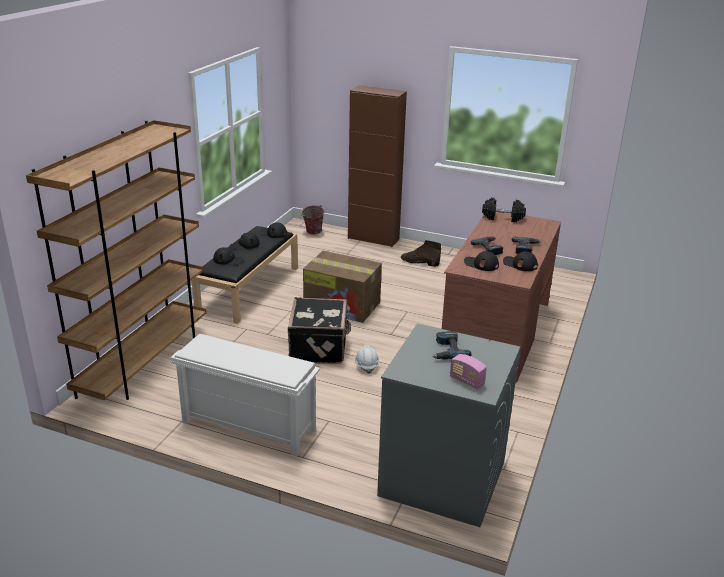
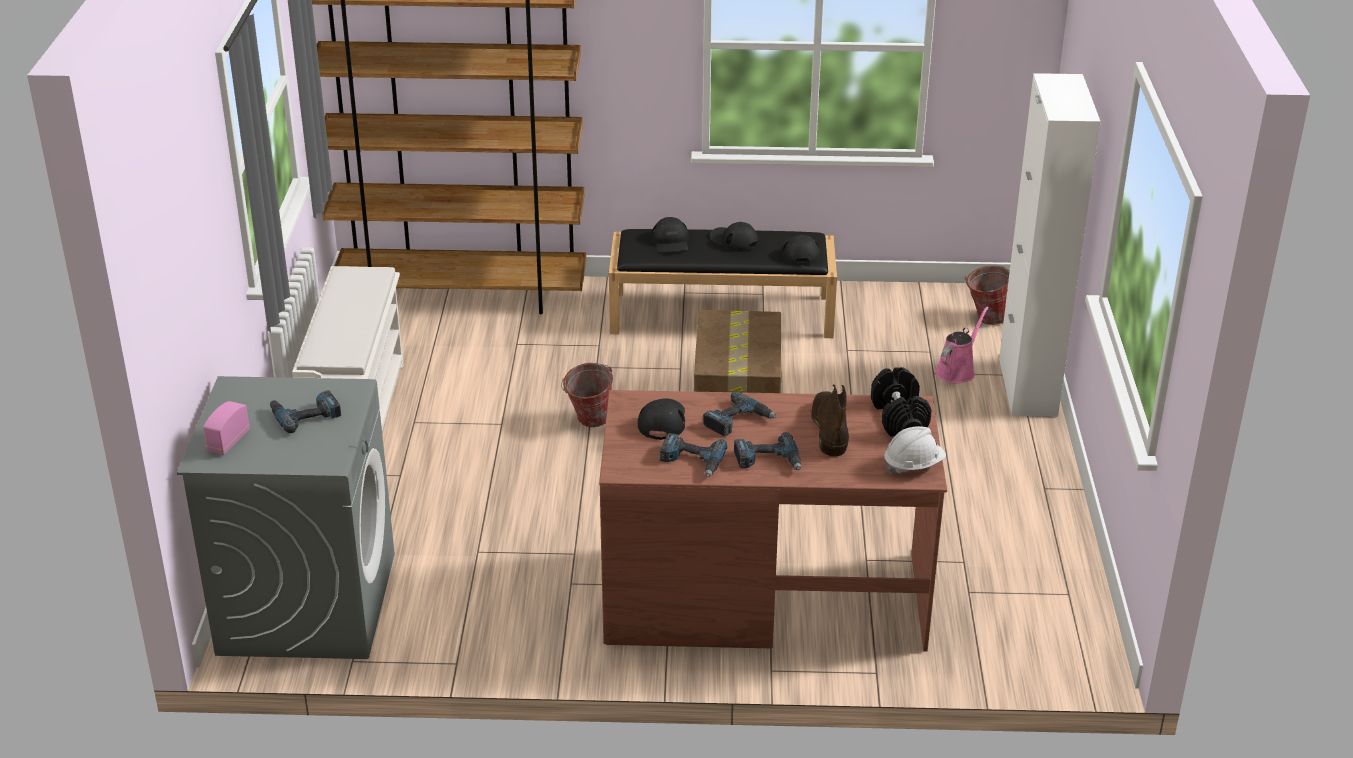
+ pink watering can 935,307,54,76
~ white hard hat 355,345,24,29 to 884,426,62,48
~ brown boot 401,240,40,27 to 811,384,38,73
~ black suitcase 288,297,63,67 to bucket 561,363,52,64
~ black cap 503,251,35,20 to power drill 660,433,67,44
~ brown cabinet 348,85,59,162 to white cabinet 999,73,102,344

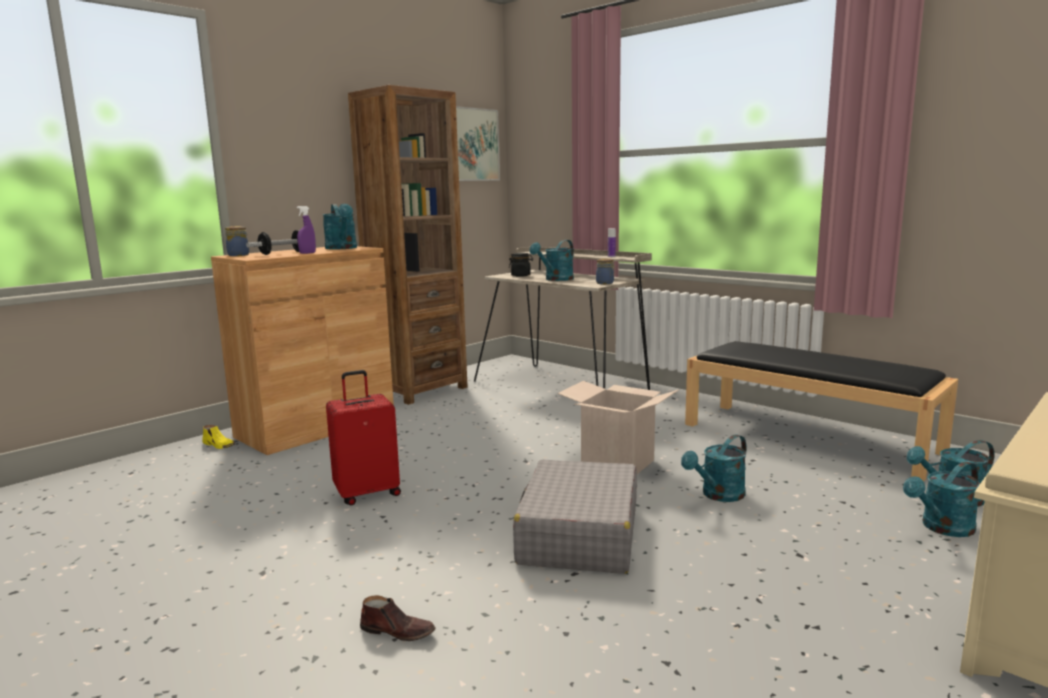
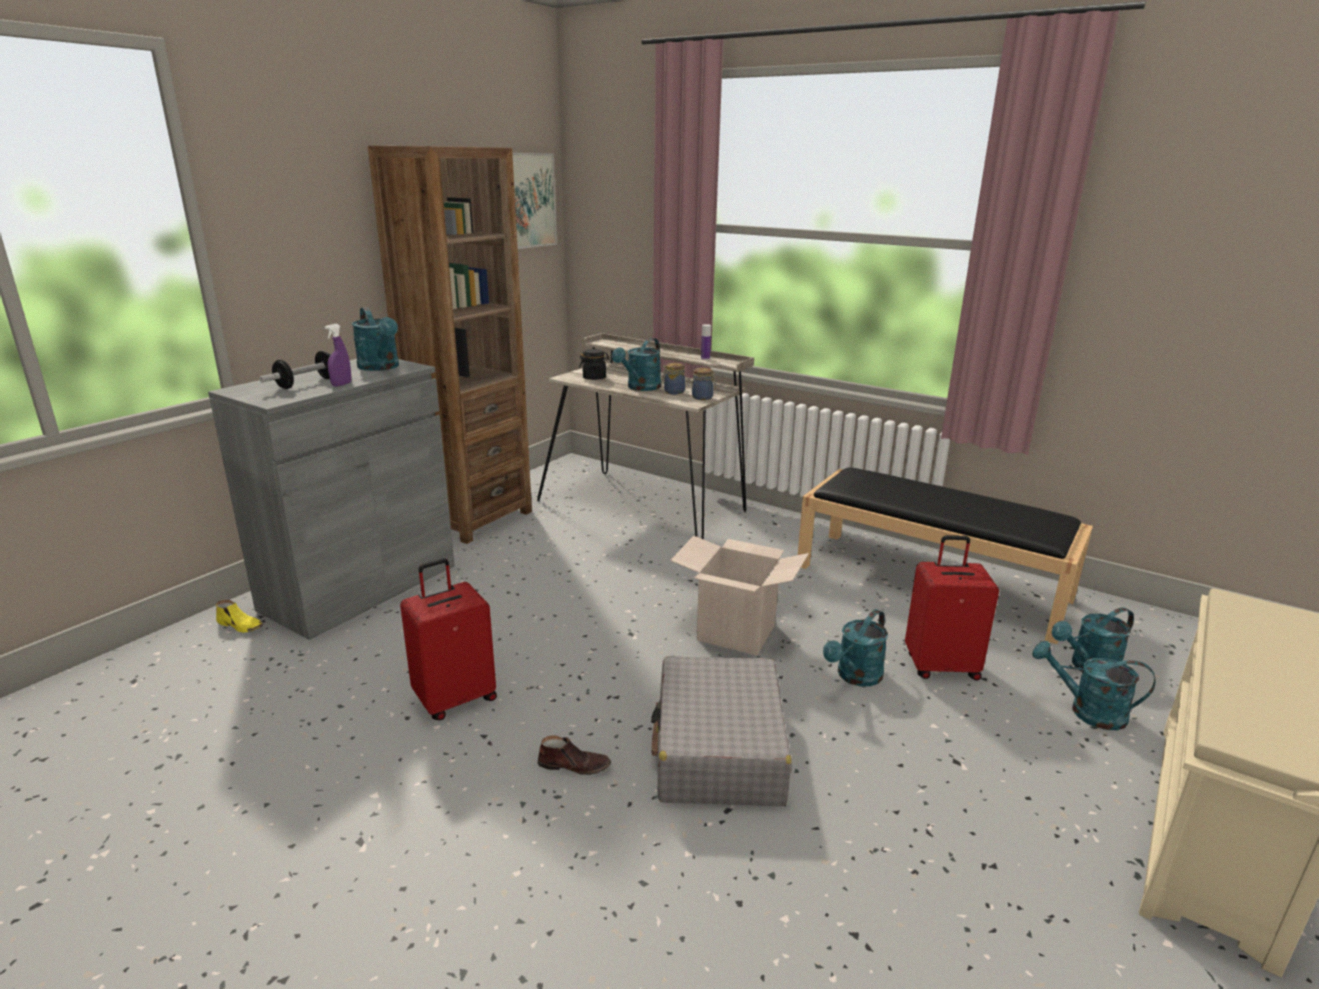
+ red suitcase 905,535,94,145
~ jar 225,226,24,30 to 662,363,23,31
~ brown shoe 360,595,76,46 to 538,735,73,40
~ brown cabinet 211,246,183,209 to grey cabinet 208,359,247,281
~ turquoise watering can 903,461,77,76 = 1032,641,123,89 60 degrees clockwise

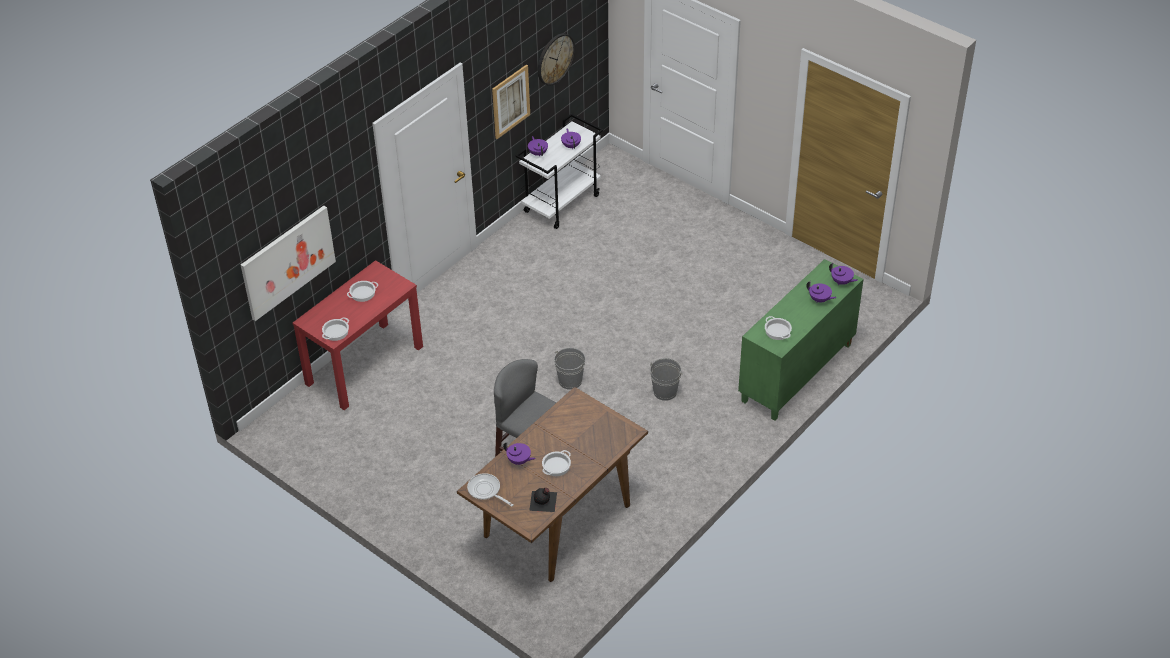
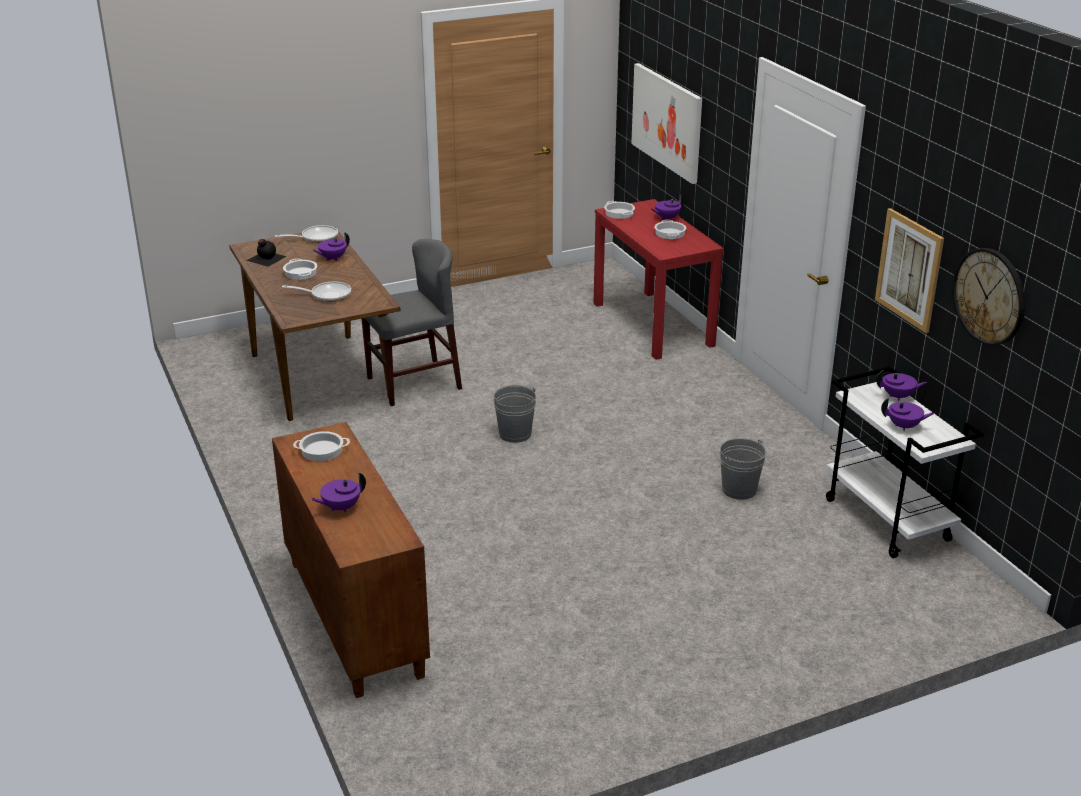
+ frying pan 282,281,69,21
~ grey bucket 650,358,33,43 to 720,438,46,62
~ purple teapot 829,263,29,22 to 651,194,33,26
~ green cabinet 738,259,126,162 to brown cabinet 272,422,158,276

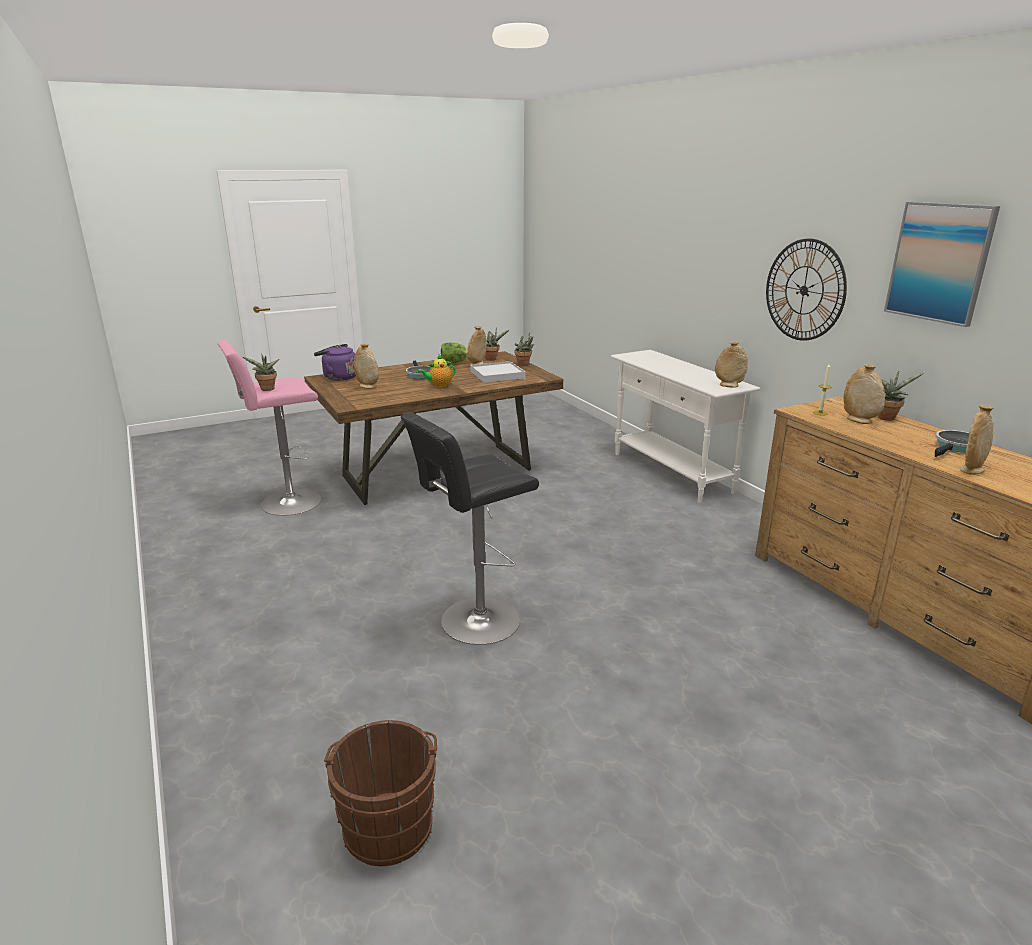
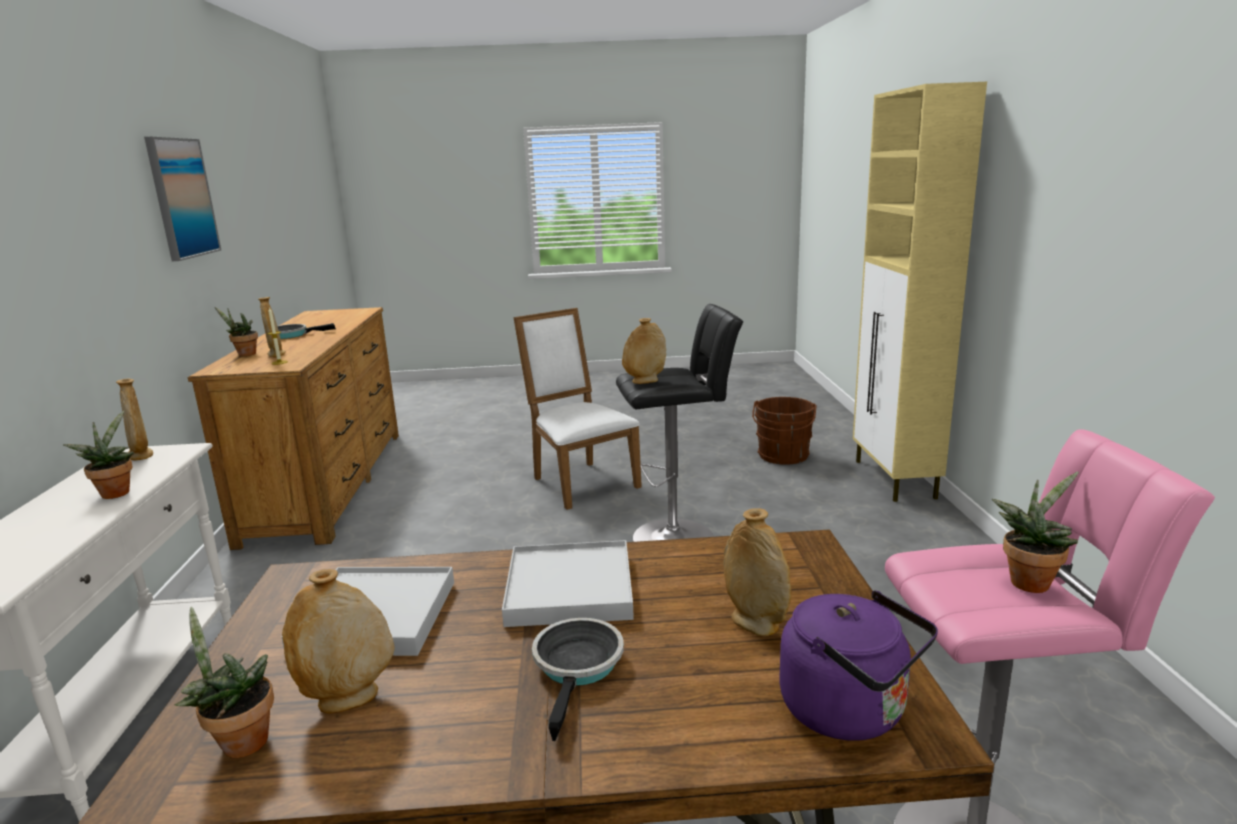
- lettuce 441,342,27,22
- wall clock 766,238,81,103
+ white chair 514,308,128,202
+ beige cabinet 853,82,134,420
~ potted plant 515,333,20,33 to 63,411,71,88
~ beige vase 960,405,34,70 to 622,318,44,66
~ teapot 417,354,39,34 to white tray 502,540,132,87

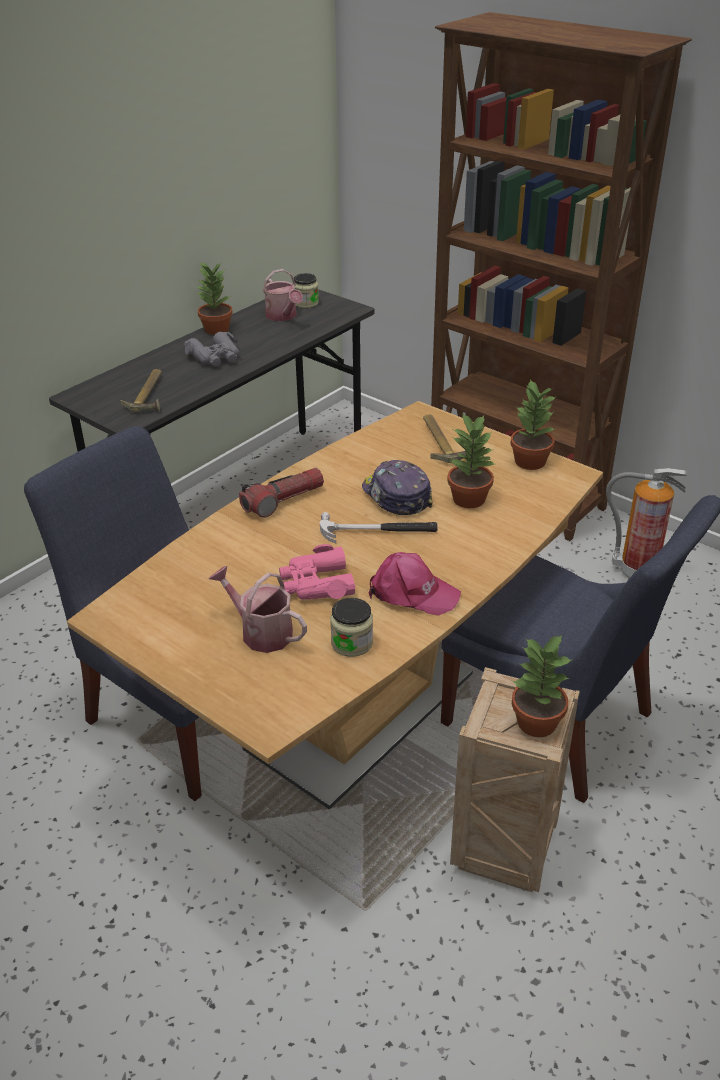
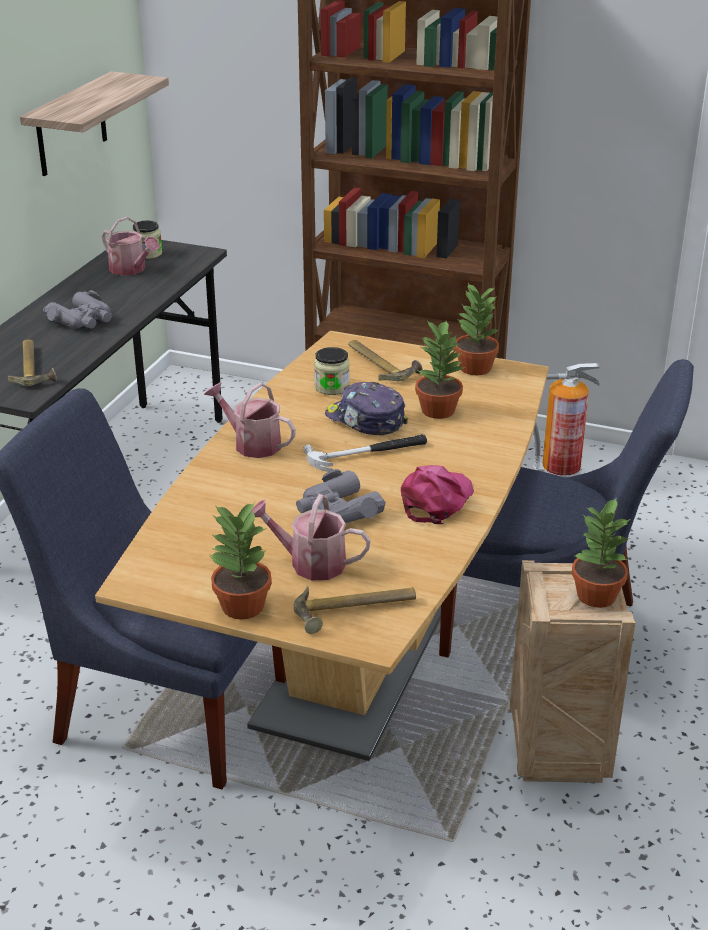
+ shelf 20,71,149,105
+ hammer 294,586,122,48
~ potted plant 197,261,36,74 to 209,502,63,118
~ jar 330,598,43,59 to 314,347,36,48
~ flashlight 239,468,85,50 to watering can 204,382,92,76
~ pink binoculars 279,544,77,56 to grey binoculars 296,469,90,54
~ pink cap 368,552,93,64 = 401,465,73,59 60 degrees counterclockwise

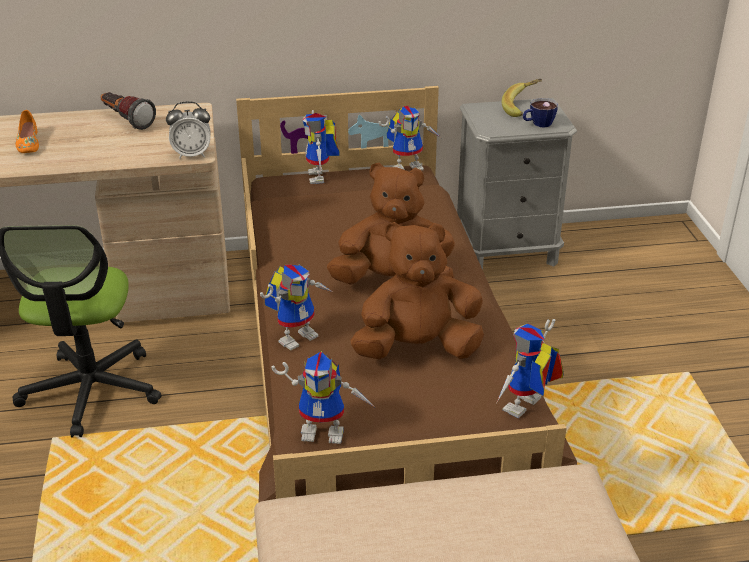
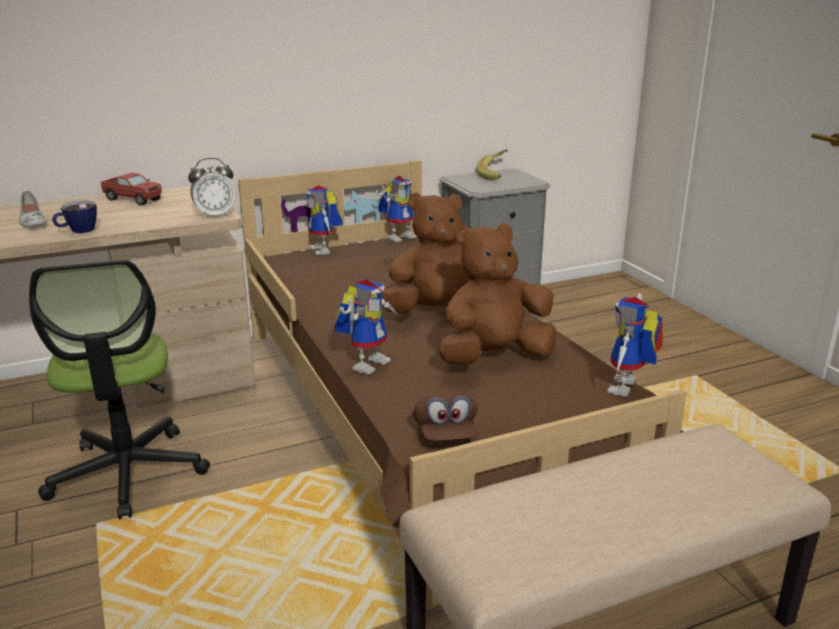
~ cup 523,98,35,30 to 52,201,45,32
~ flashlight 101,92,55,38 to toy truck 101,173,61,32
~ toy robot 272,351,104,93 to brown cap 413,391,64,50
~ orange shoe 15,110,24,43 to white shoe 19,190,27,37

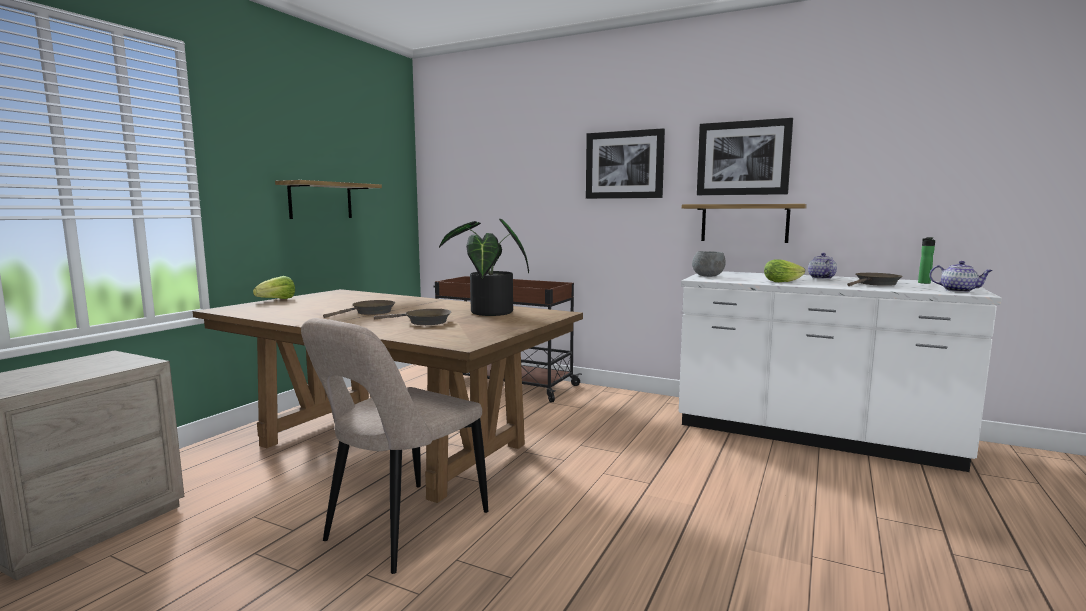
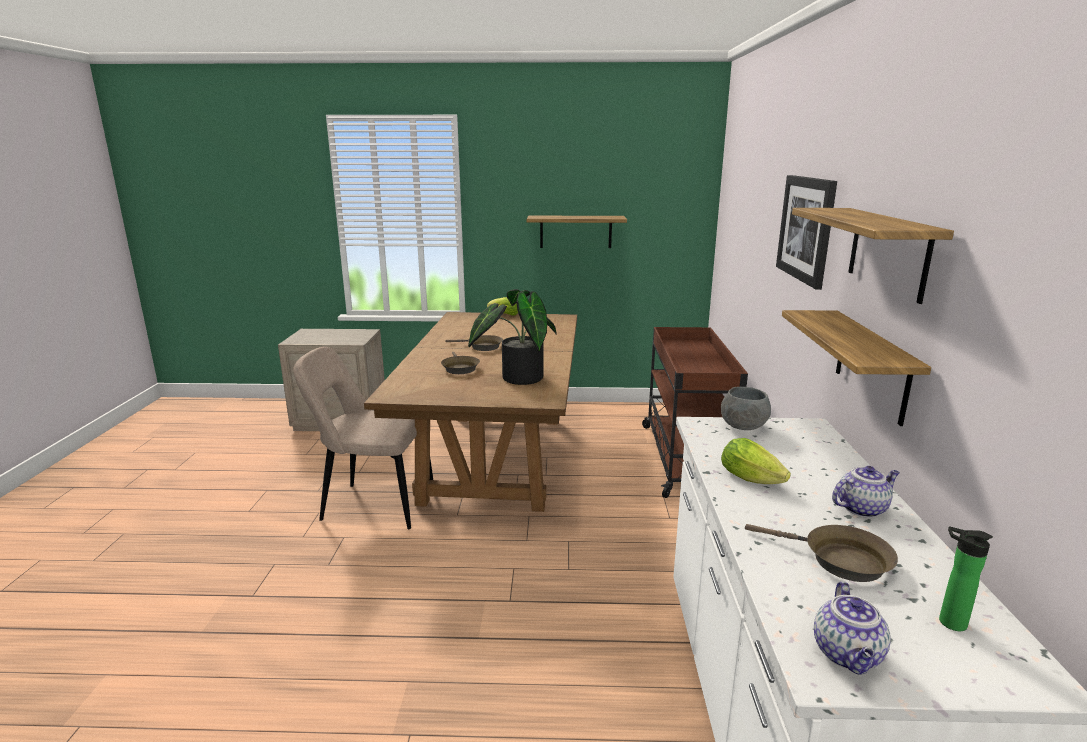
~ picture 697,118,96,77 to shelf 792,208,162,96

